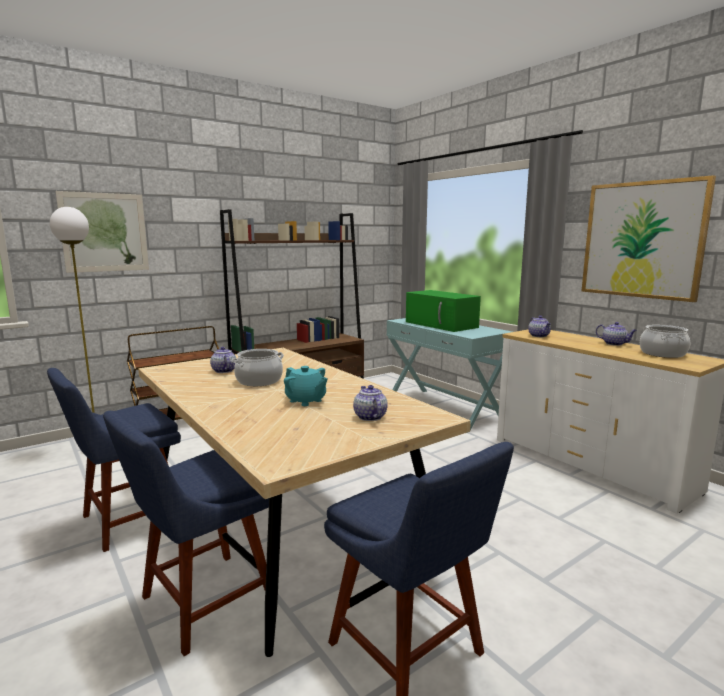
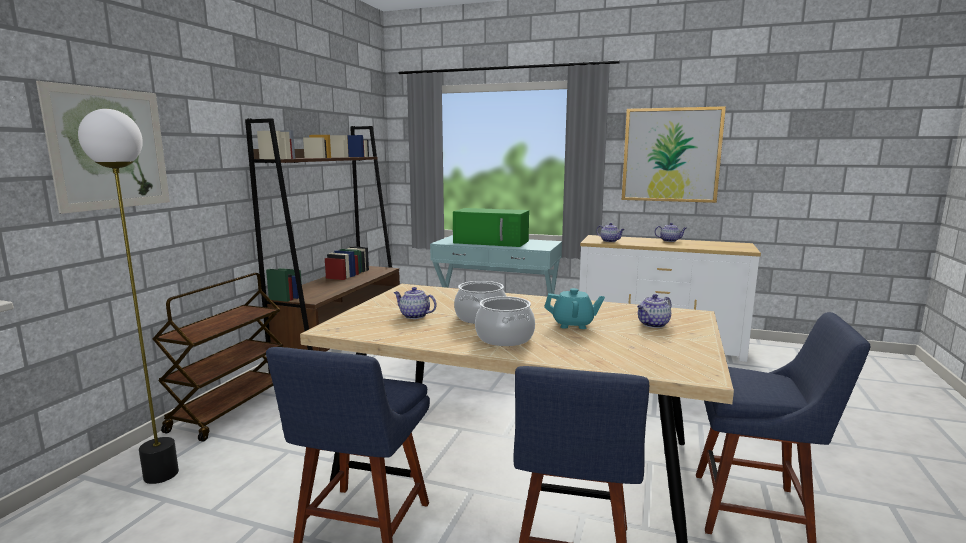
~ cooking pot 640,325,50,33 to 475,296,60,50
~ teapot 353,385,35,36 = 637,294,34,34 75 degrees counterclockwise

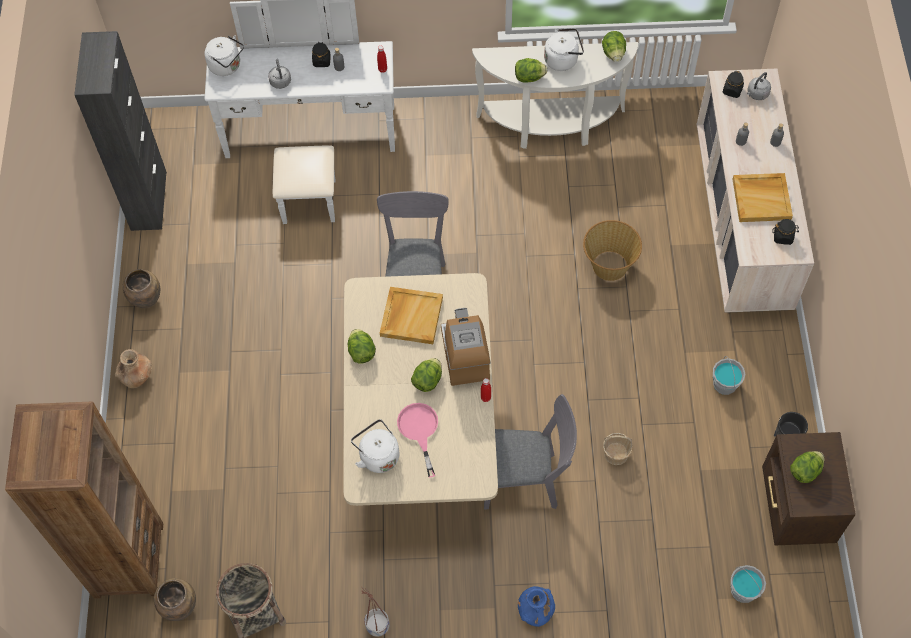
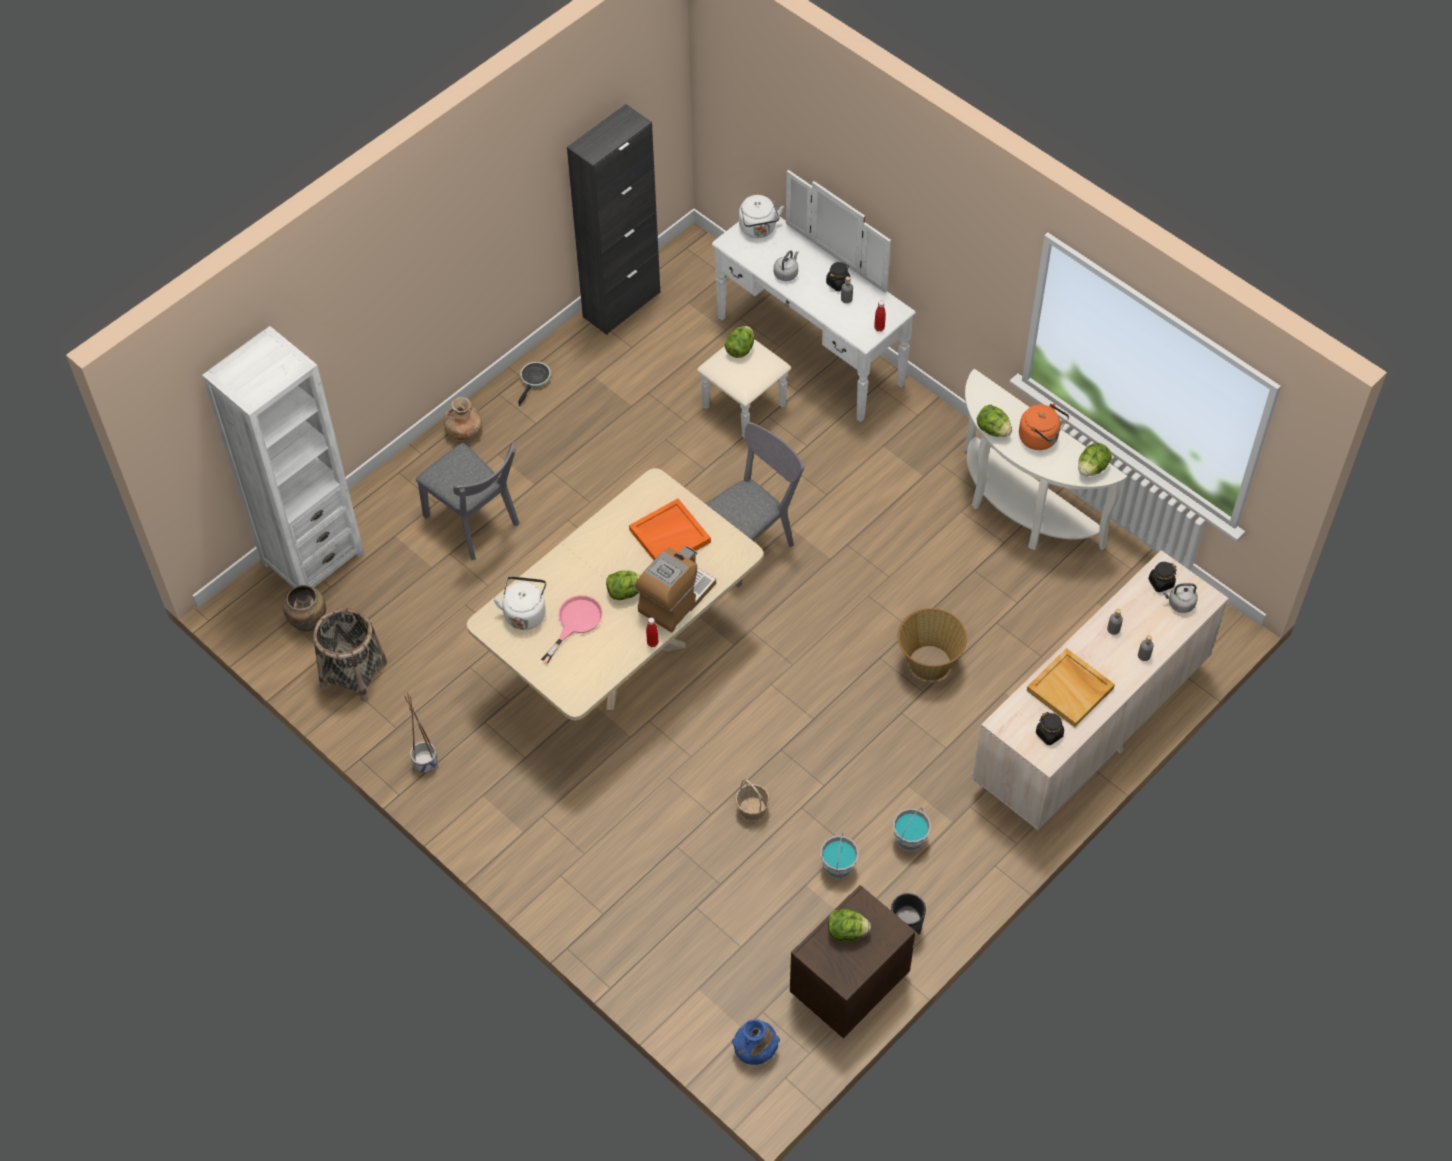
~ lettuce 348,329,28,35 to 724,326,30,32
~ grey chair 484,394,93,115 to 416,442,103,118
~ blue vase 518,586,37,41 to 732,1019,48,46
~ grey bucket 731,565,35,38 to 820,832,39,48
~ brown vase 123,269,37,39 to frying pan 518,362,33,43
~ brown bookcase 5,401,158,198 to white bookcase 202,326,162,262
~ beige tray 380,287,63,57 to orange tray 629,498,82,62
~ white kettle 544,28,40,43 to orange kettle 1019,403,50,47

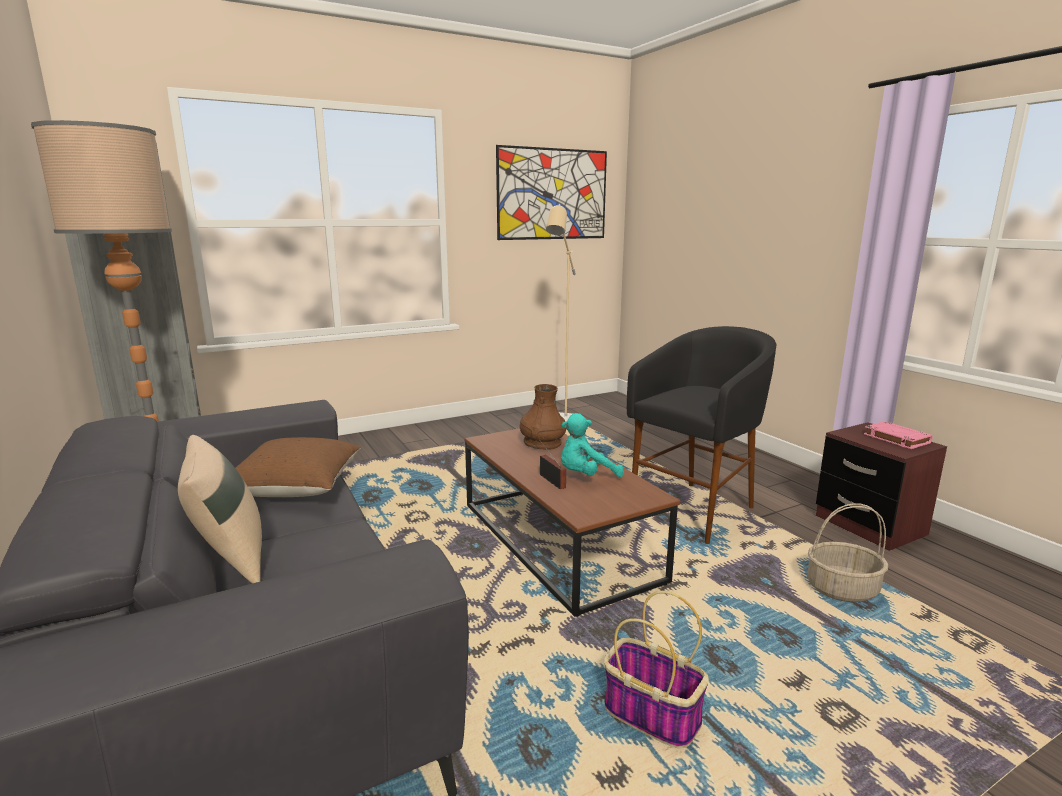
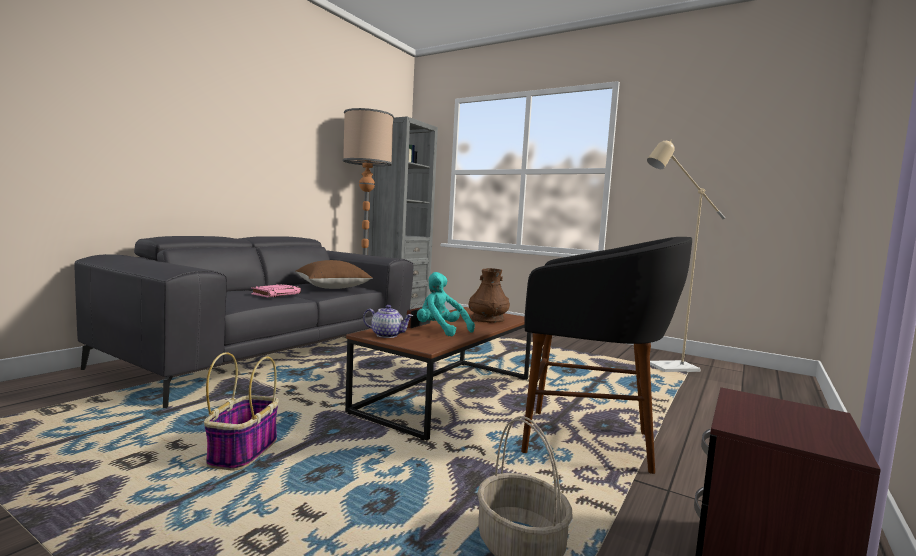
- beige pillow 178,435,84,148
- picture 496,145,111,95
+ teapot 363,305,50,33
~ pink book 864,421,69,28 to 251,284,50,13

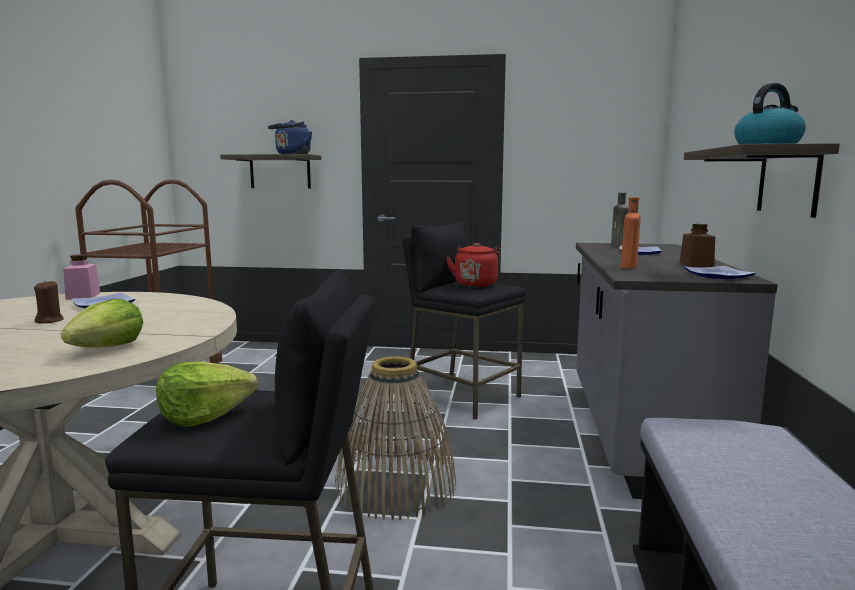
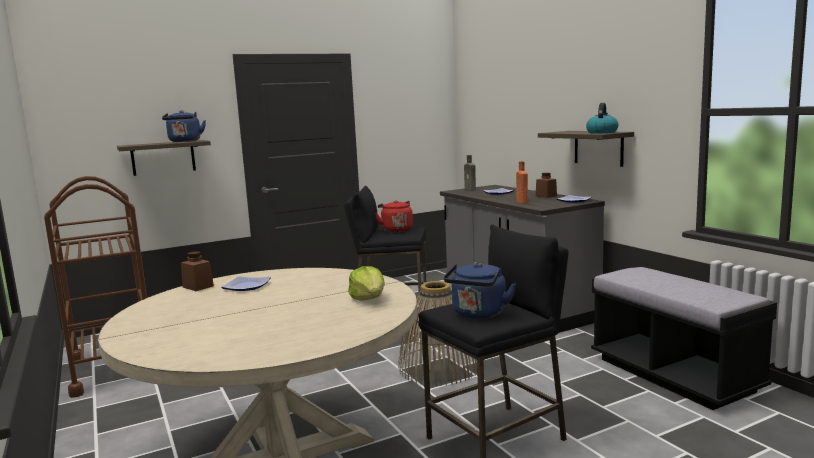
- brown candle 34,280,30,43
~ lettuce 156,362,102,65 to blue kettle 444,262,72,57
~ pink jar 63,254,37,46 to brown jar 181,251,33,40

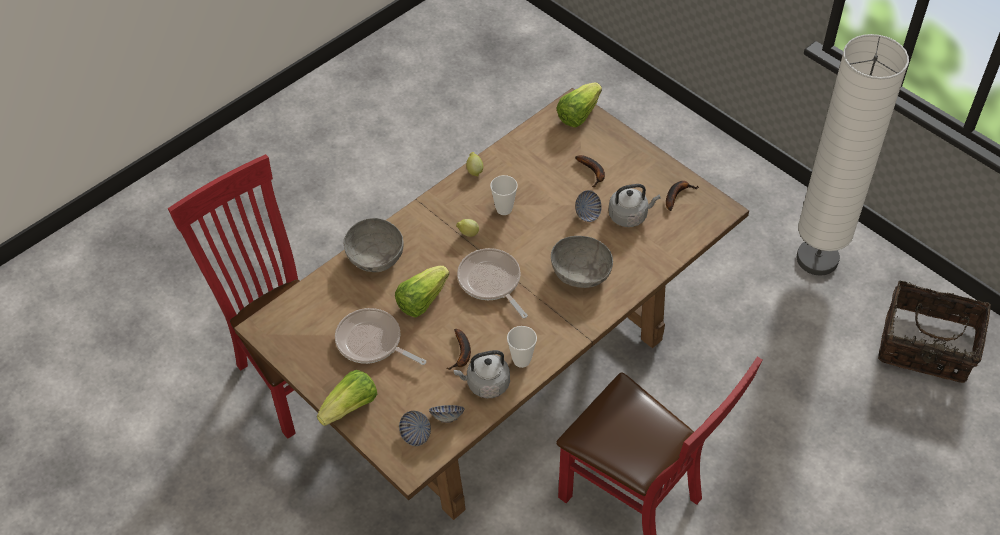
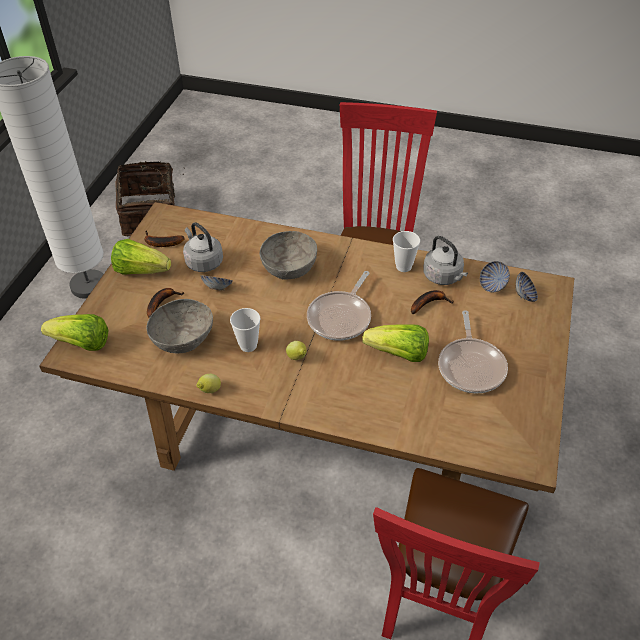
~ lettuce 317,370,60,56 to 111,239,60,36
~ grey bowl 343,218,60,54 to 146,299,67,55

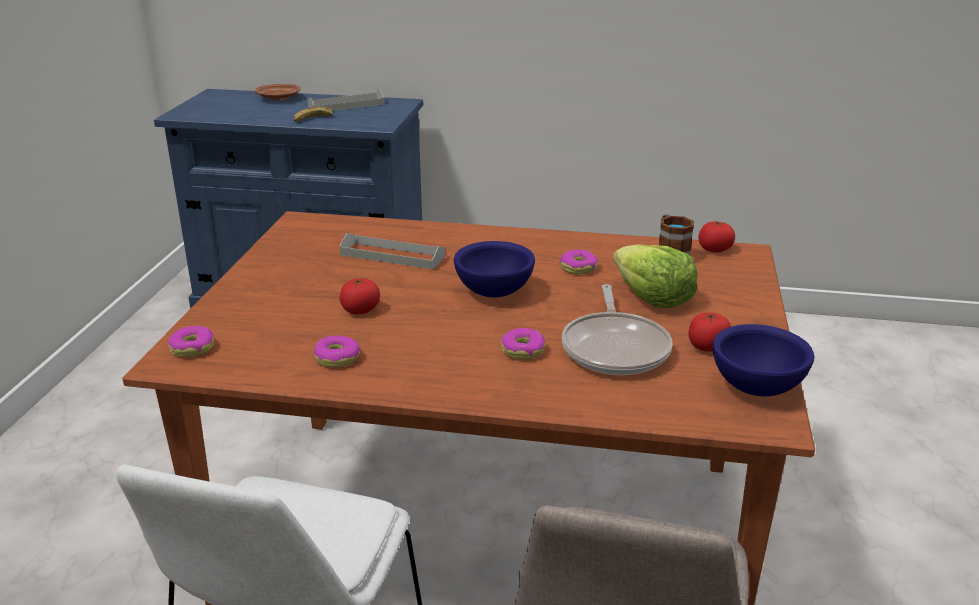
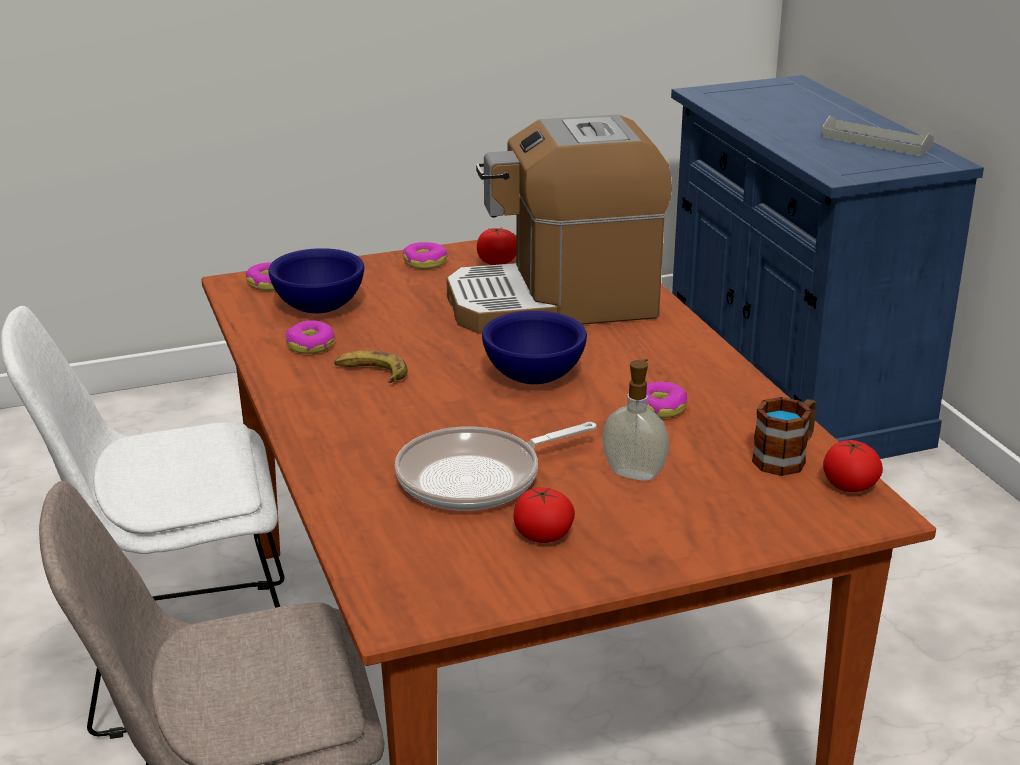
- brown plate 255,84,46,17
~ banana 293,107,41,15 to 334,350,74,33
~ tomato 339,278,41,36 to 477,228,39,37
~ donut 501,328,44,31 to 403,242,45,27
~ blue bowl 713,324,101,72 to 268,248,96,65
~ grey tray 340,233,105,36 to coffee machine 446,114,226,220
~ lettuce 613,244,85,64 to soap dispenser 602,359,67,122

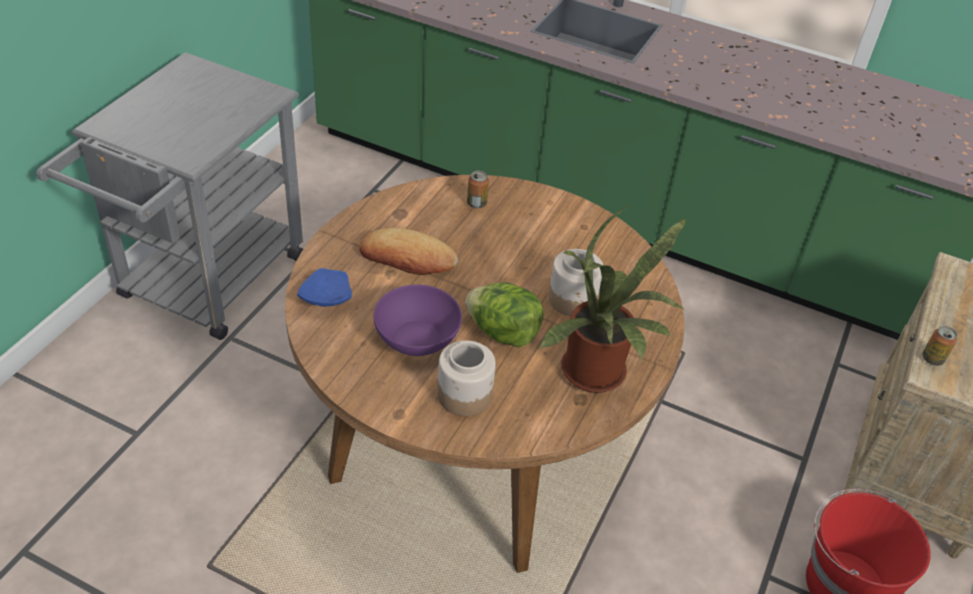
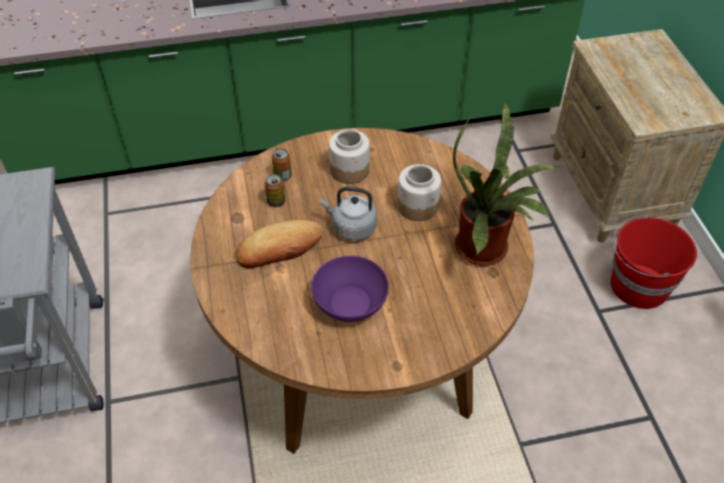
- blue plate 297,268,55,39
- lettuce 465,282,79,66
+ grey kettle 320,187,57,54
~ jar 437,340,59,76 to 329,129,41,55
~ can 922,326,35,40 to 265,174,20,33

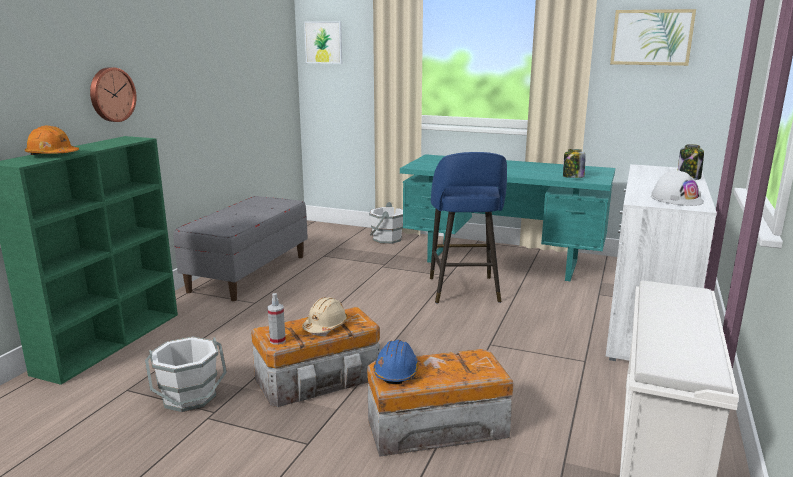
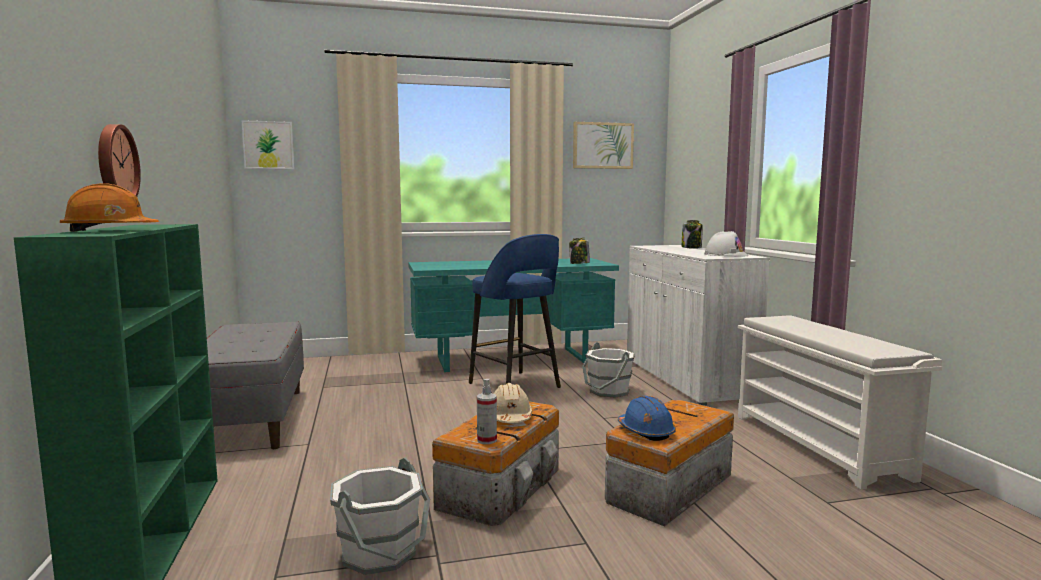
~ white bucket 369,202,34,42 to 582,342,53,56

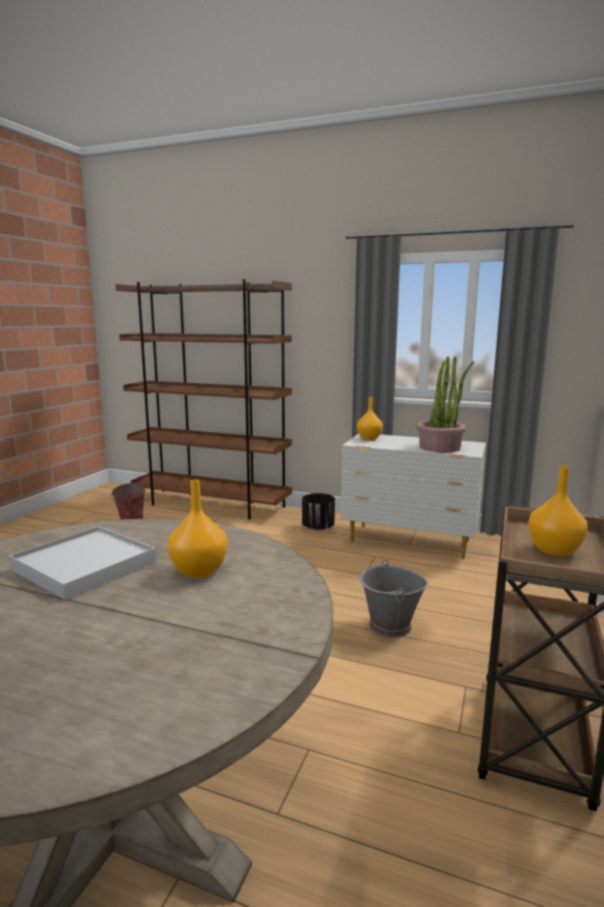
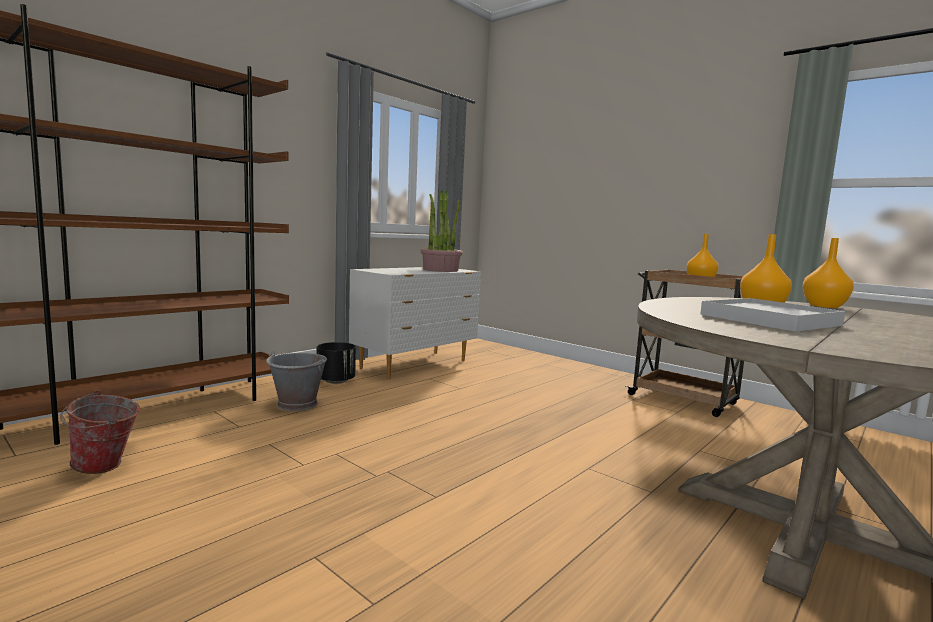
~ orange vase 357,397,26,43 to 803,238,51,70
~ grey bucket 360,560,68,78 to 266,351,61,60

